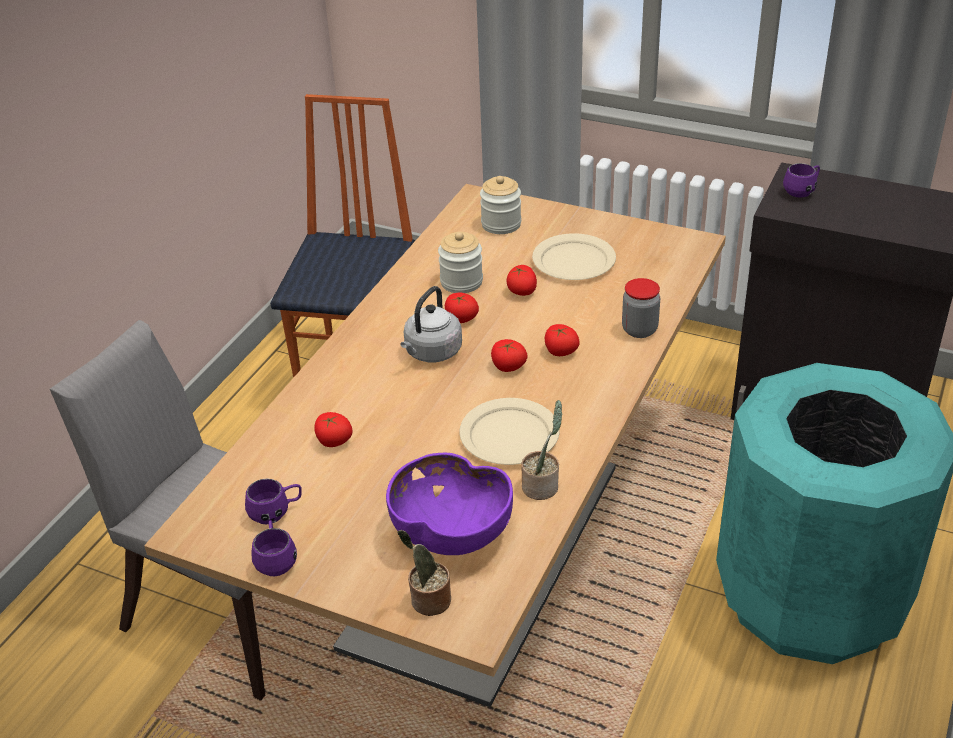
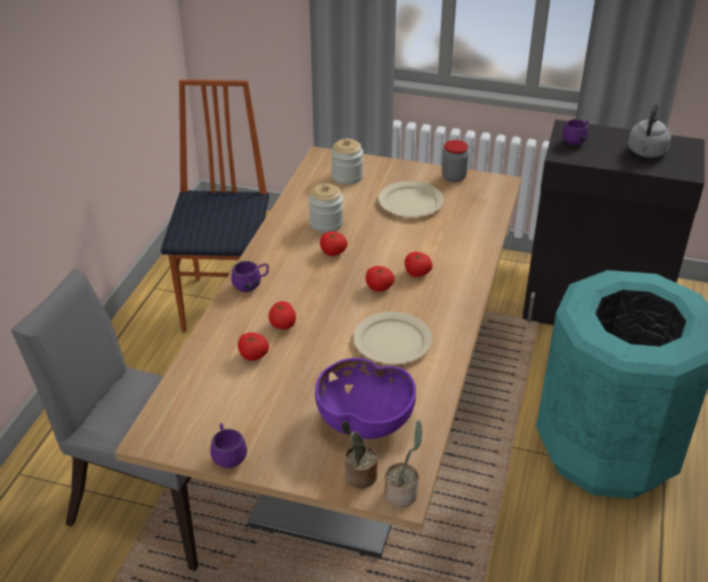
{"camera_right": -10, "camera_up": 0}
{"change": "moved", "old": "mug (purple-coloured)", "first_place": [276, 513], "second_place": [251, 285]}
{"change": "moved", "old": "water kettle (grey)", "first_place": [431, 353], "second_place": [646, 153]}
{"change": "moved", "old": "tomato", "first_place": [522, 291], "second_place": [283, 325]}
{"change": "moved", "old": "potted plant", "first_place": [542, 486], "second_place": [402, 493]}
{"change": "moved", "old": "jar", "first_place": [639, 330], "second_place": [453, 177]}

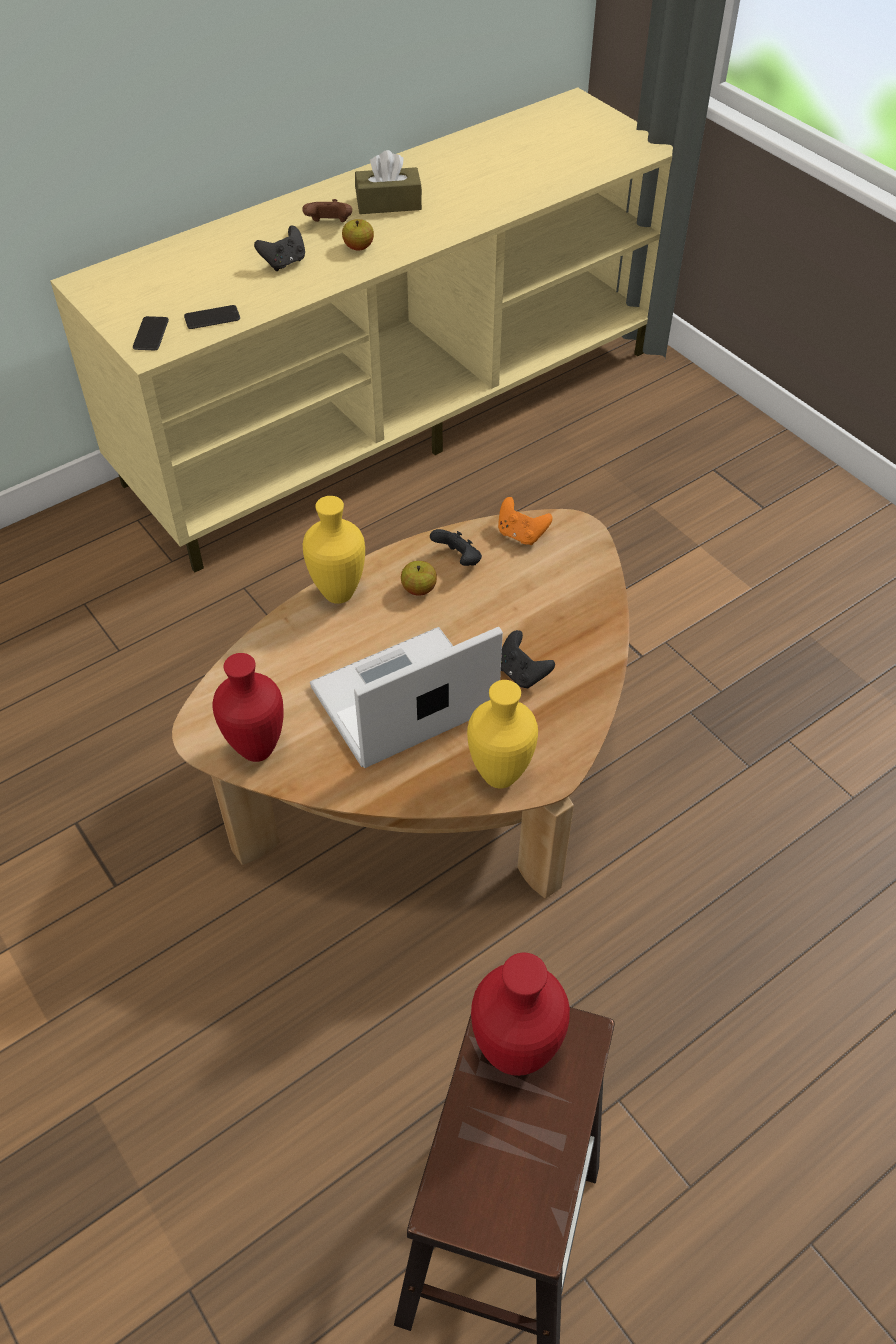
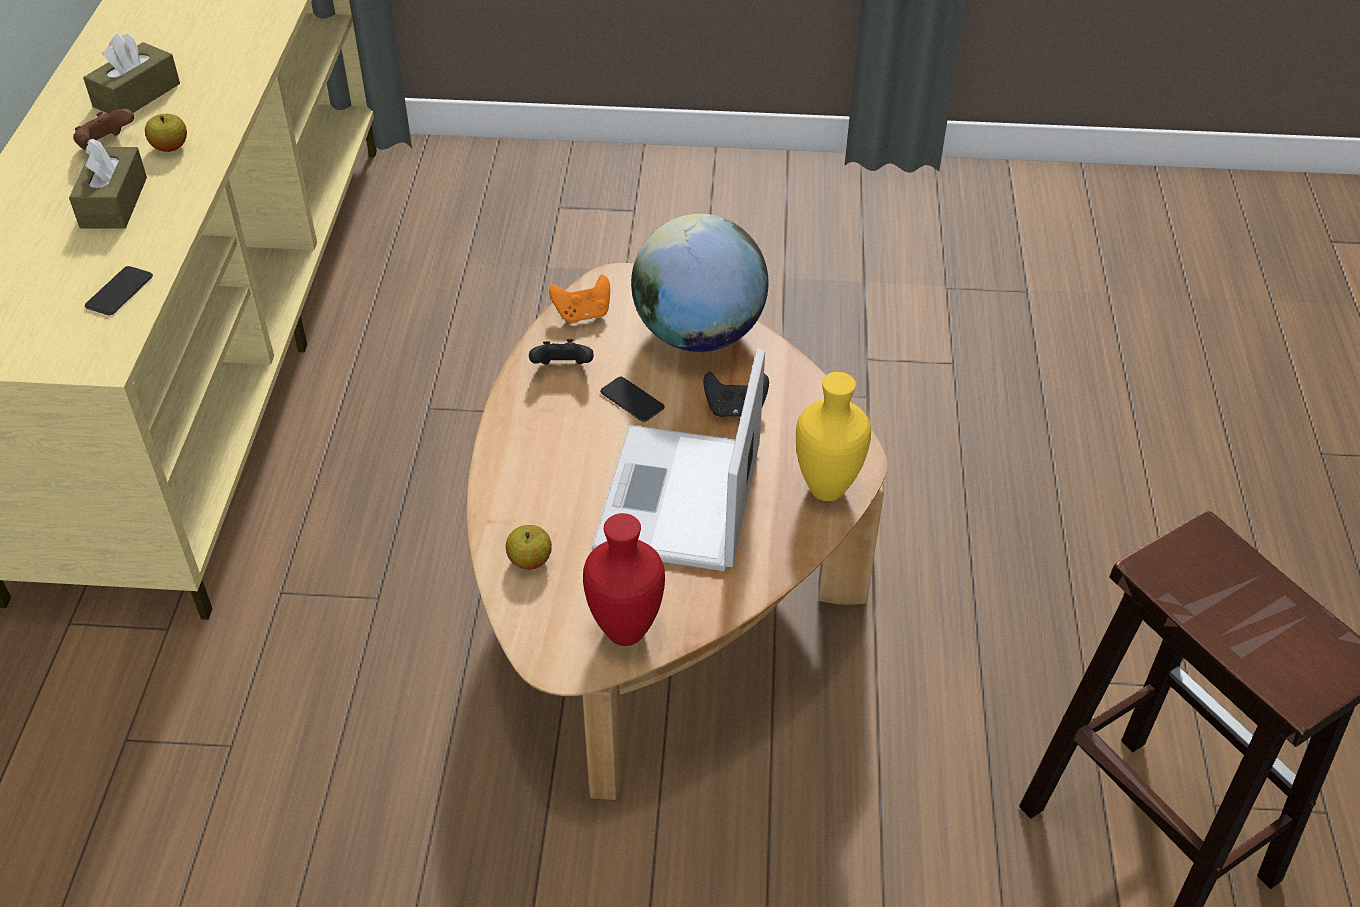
{"camera_right": -50, "camera_up": -5}
{"change": "removed", "old": "flower vase (yellow-coloured)", "first_place": [340, 593]}
{"change": "removed", "old": "flower vase (red)", "first_place": [516, 1057]}
{"change": "added", "new": "world globe", "second_place": [698, 334]}
{"change": "moved", "old": "telephone", "first_place": [151, 334], "second_place": [632, 400]}
{"change": "moved", "old": "whole apple", "first_place": [419, 589], "second_place": [530, 560]}
{"change": "replaced", "old": "game controller (black-coloured)", "new": "tissue holder (brown)", "first_place": [284, 263], "second_place": [114, 202]}

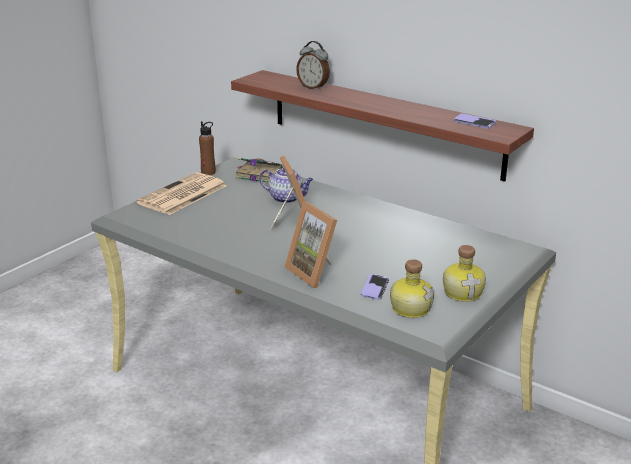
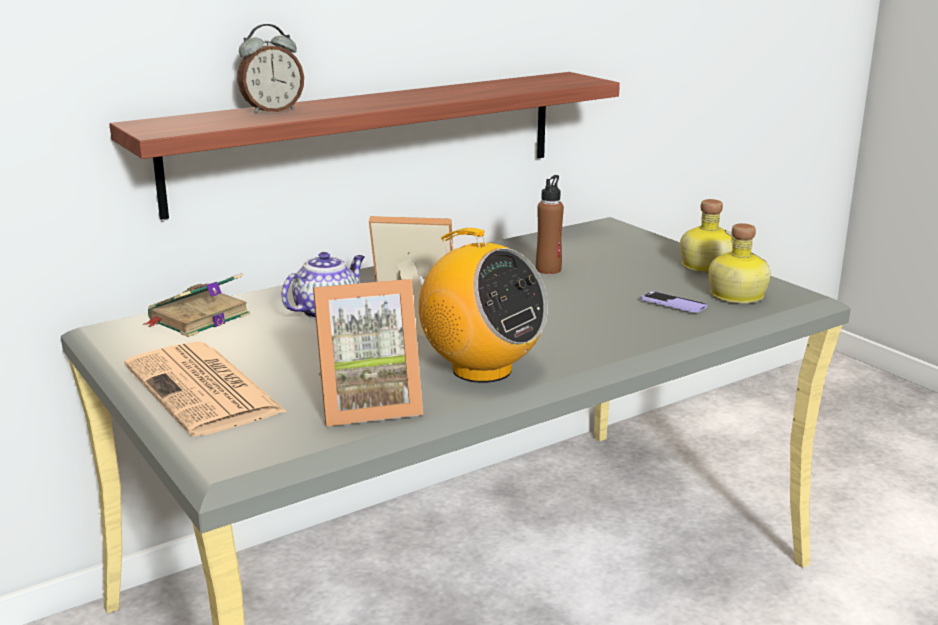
{"camera_right": -70, "camera_up": -5}
{"change": "removed", "old": "telephone", "first_place": [474, 122]}
{"change": "added", "new": "radio receiver", "second_place": [480, 369]}
{"change": "moved", "old": "bottle (brown)", "first_place": [208, 172], "second_place": [548, 269]}
{"change": "moved", "old": "standing frame", "first_place": [315, 272], "second_place": [368, 405]}

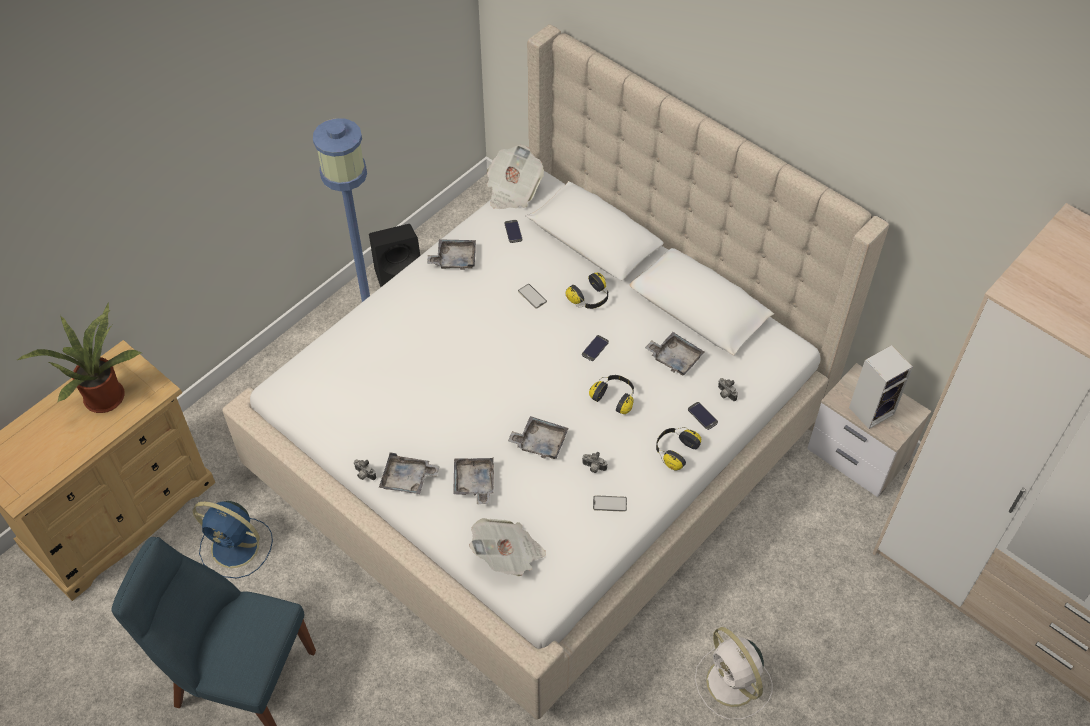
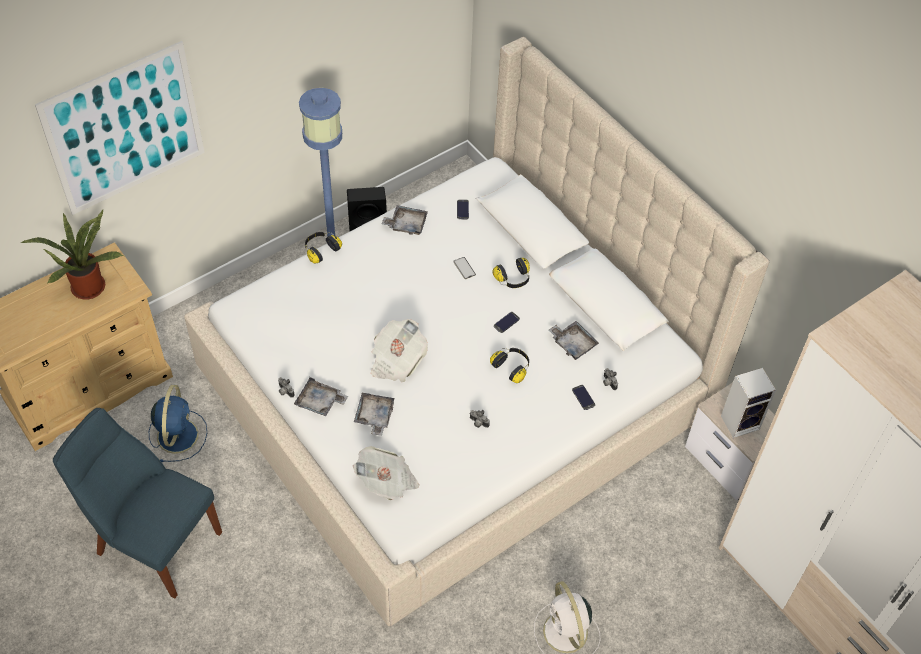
{"camera_right": 10, "camera_up": 0}
{"change": "removed", "old": "carrying tray (grey)", "first_place": [540, 442]}
{"change": "removed", "old": "telephone", "first_place": [610, 503]}
{"change": "added", "new": "wall art", "second_place": [125, 129]}
{"change": "moved", "old": "daily paper", "first_place": [512, 190], "second_place": [396, 360]}
{"change": "moved", "old": "pair of headphones", "first_place": [674, 451], "second_place": [320, 250]}
{"change": "turned", "old": "electric fan (bluish)", "first_place": [237, 547], "second_place": [178, 434], "degrees": -120}

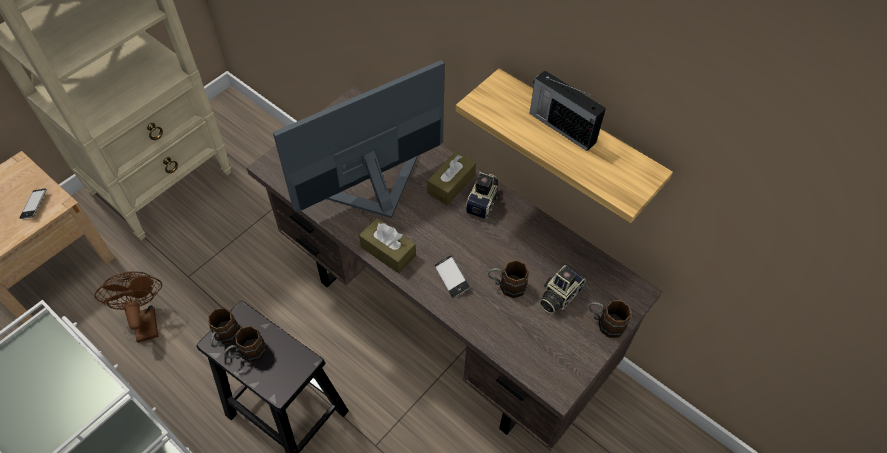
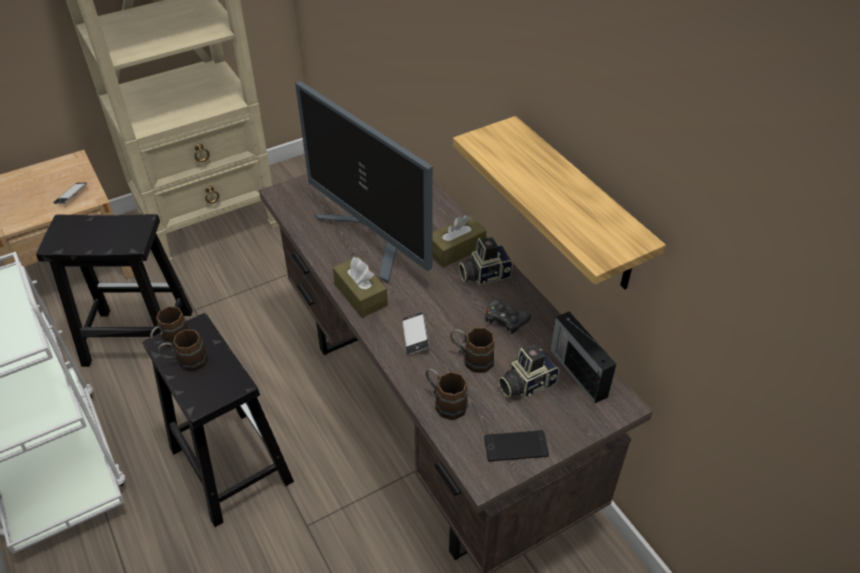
{"camera_right": 20, "camera_up": -10}
{"change": "added", "new": "telephone", "second_place": [516, 446]}
{"change": "added", "new": "game controller (black-coloured)", "second_place": [505, 320]}
{"change": "moved", "old": "radio receiver", "first_place": [561, 127], "second_place": [577, 372]}
{"change": "moved", "old": "mug (brown)", "first_place": [605, 323], "second_place": [445, 402]}
{"change": "replaced", "old": "electric fan (brown)", "new": "stool (black-coloured)", "first_place": [145, 320], "second_place": [137, 338]}
{"change": "turned", "old": "computer screen", "first_place": [375, 192], "second_place": [373, 239], "degrees": -120}
{"change": "turned", "old": "photo camera", "first_place": [484, 202], "second_place": [483, 274], "degrees": -150}

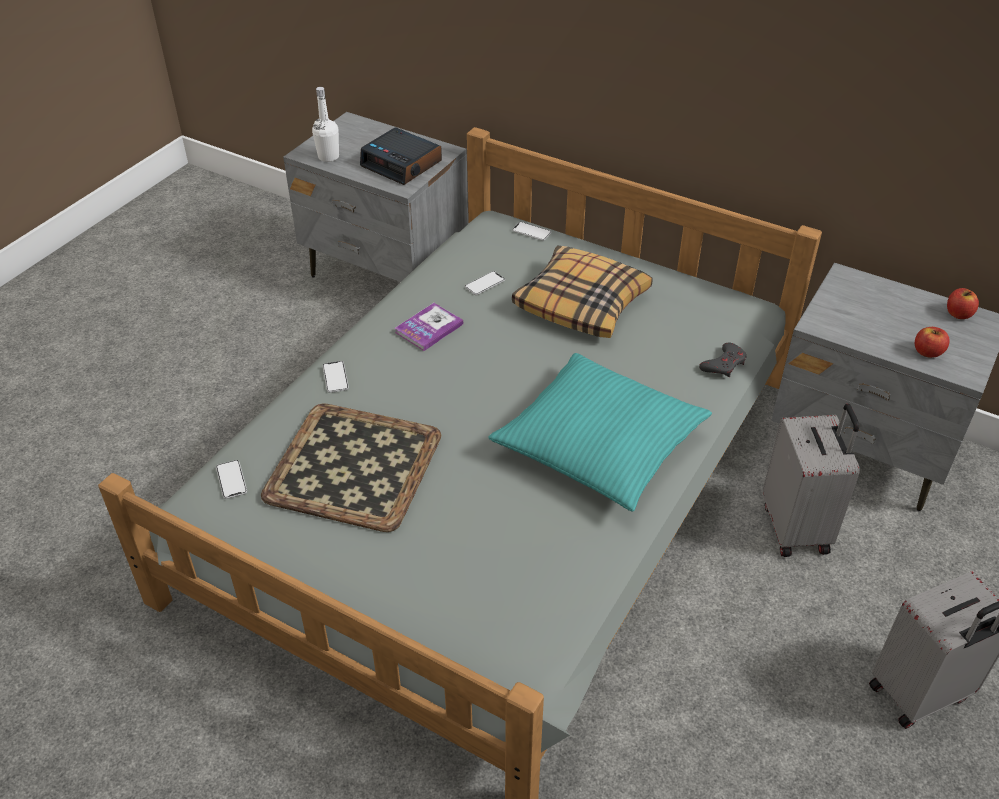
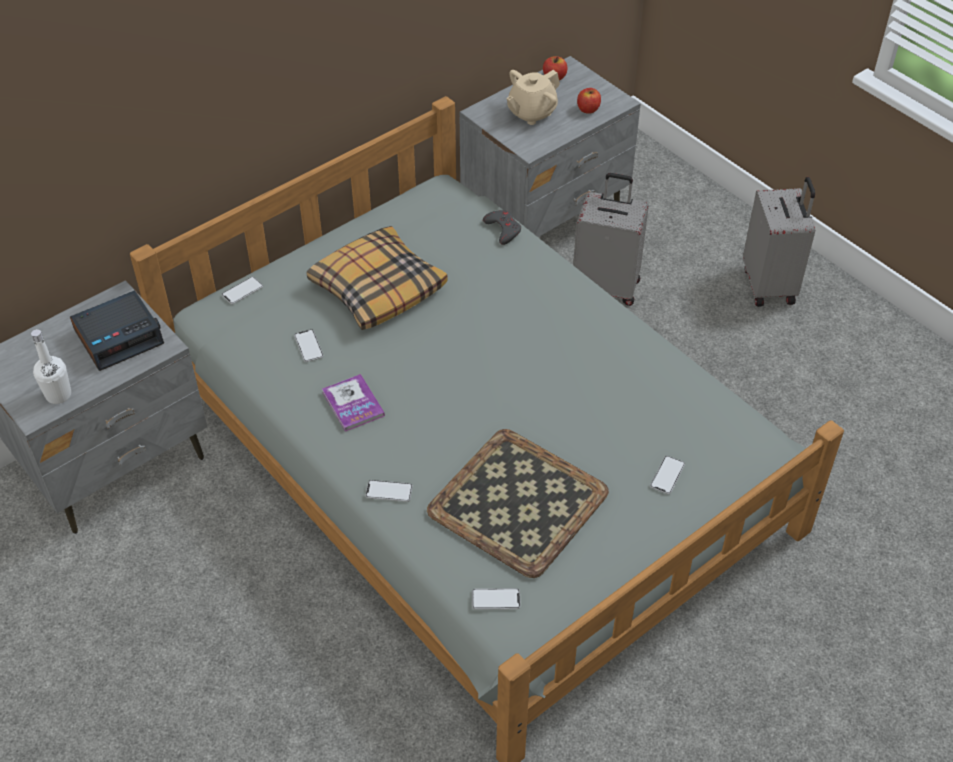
{"camera_right": -70, "camera_up": 5}
{"change": "removed", "old": "cushion (turquoise-coloured)", "first_place": [599, 444]}
{"change": "added", "new": "tea pot (sand-coloured)", "second_place": [531, 113]}
{"change": "added", "new": "telephone", "second_place": [667, 475]}

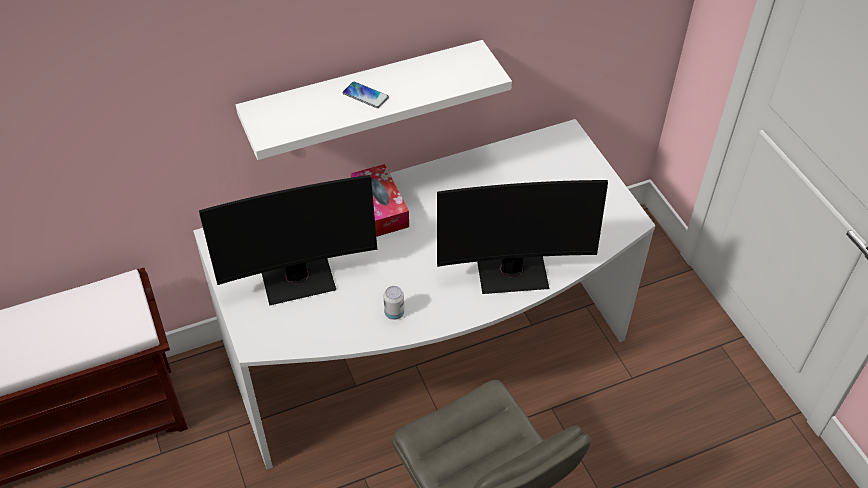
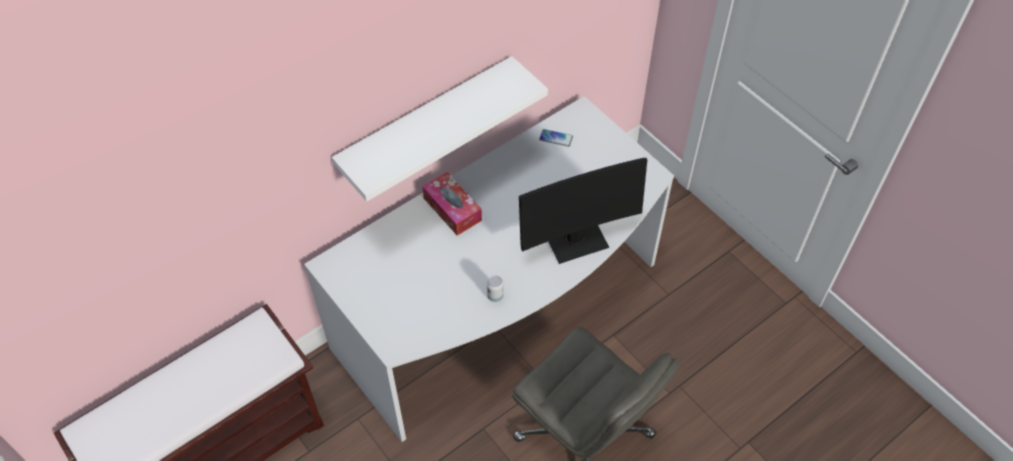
{"camera_right": -15, "camera_up": 5}
{"change": "removed", "old": "computer screen", "first_place": [298, 278]}
{"change": "moved", "old": "telephone", "first_place": [365, 95], "second_place": [556, 138]}

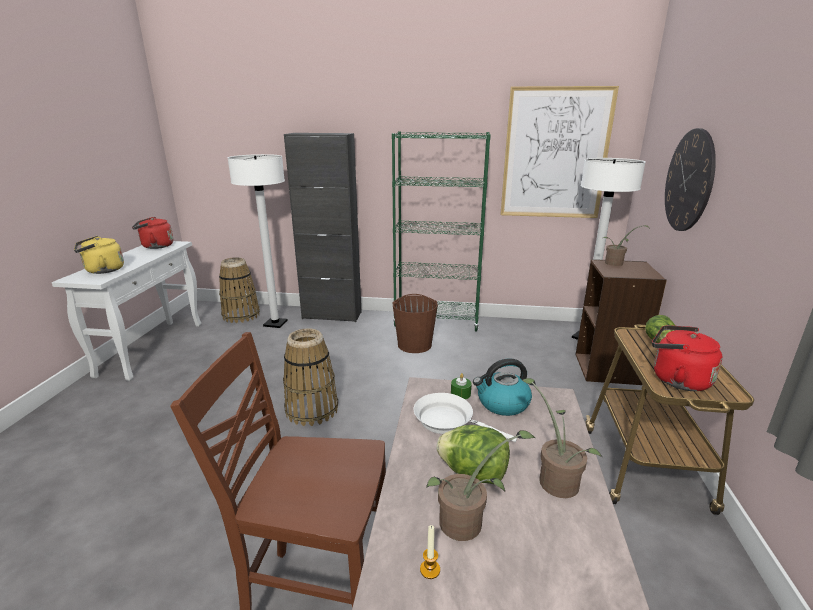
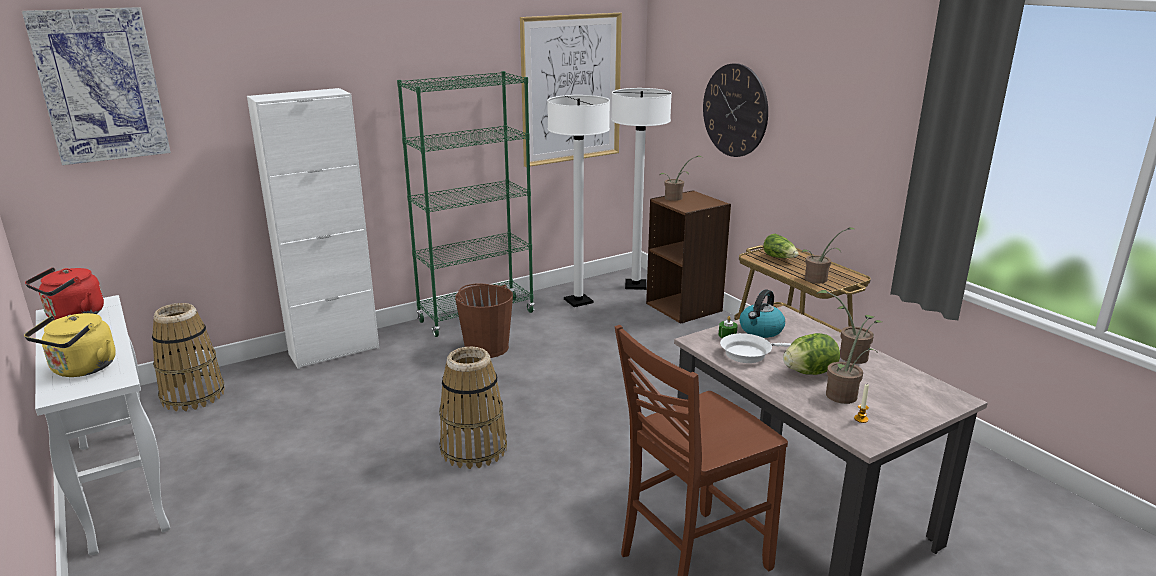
{"camera_right": -40, "camera_up": 0}
{"change": "added", "new": "wall art", "second_place": [100, 85]}
{"change": "moved", "old": "standard lamp (white-coloured)", "first_place": [275, 323], "second_place": [578, 301]}
{"change": "replaced", "old": "water kettle (red)", "new": "potted plant", "first_place": [676, 379], "second_place": [819, 279]}
{"change": "recoloured", "old": "cupboard (black-coloured)", "new": "cupboard (white-coloured)", "first_place": [332, 315], "second_place": [334, 351]}

